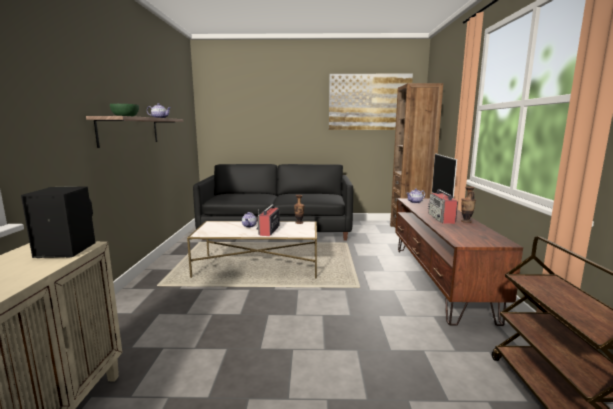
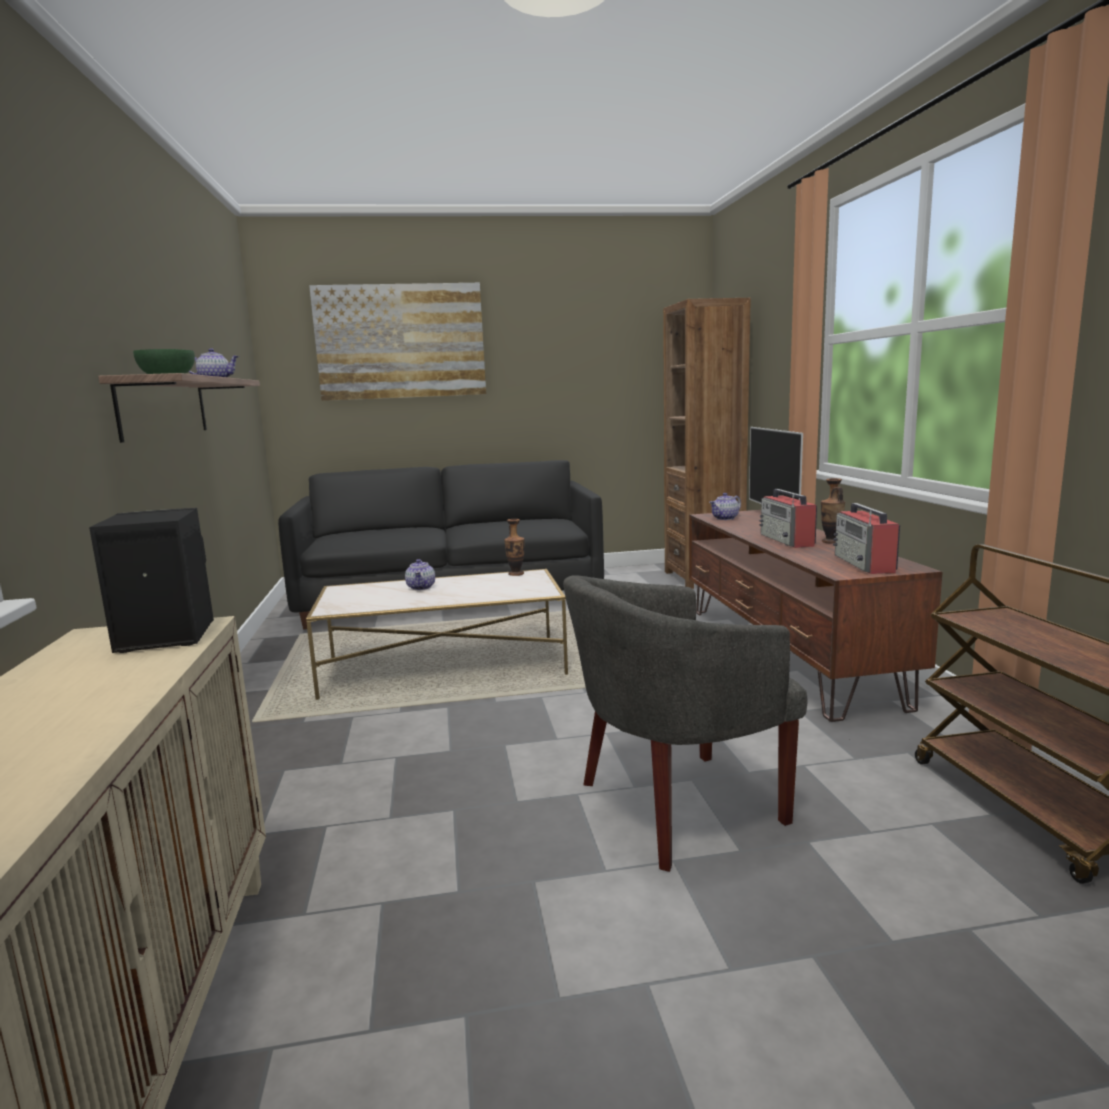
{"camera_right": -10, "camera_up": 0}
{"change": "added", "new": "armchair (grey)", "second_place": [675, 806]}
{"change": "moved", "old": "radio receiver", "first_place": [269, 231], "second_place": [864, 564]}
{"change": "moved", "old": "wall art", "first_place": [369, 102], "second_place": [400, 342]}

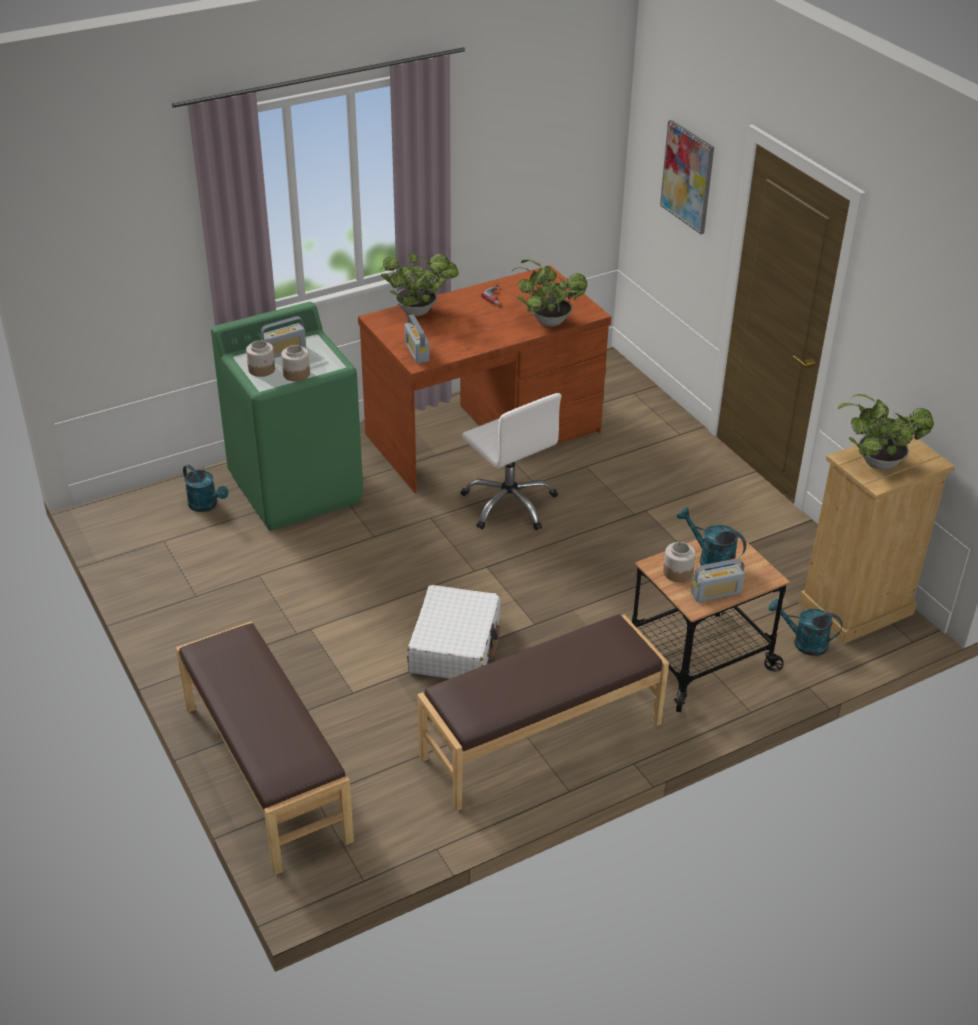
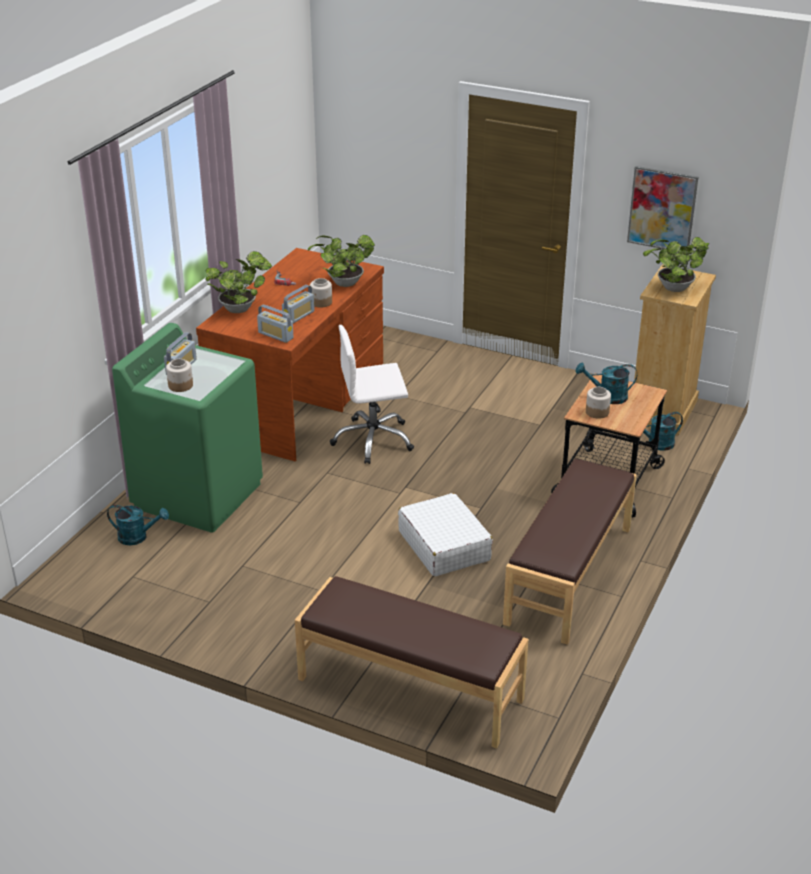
{"camera_right": -35, "camera_up": -5}
{"change": "moved", "old": "jar", "first_place": [296, 374], "second_place": [321, 302]}
{"change": "moved", "old": "wall art", "first_place": [687, 176], "second_place": [662, 209]}
{"change": "moved", "old": "radio receiver", "first_place": [716, 593], "second_place": [298, 316]}
{"change": "turned", "old": "computer chair (white-coloured)", "first_place": [509, 504], "second_place": [373, 440], "degrees": 150}

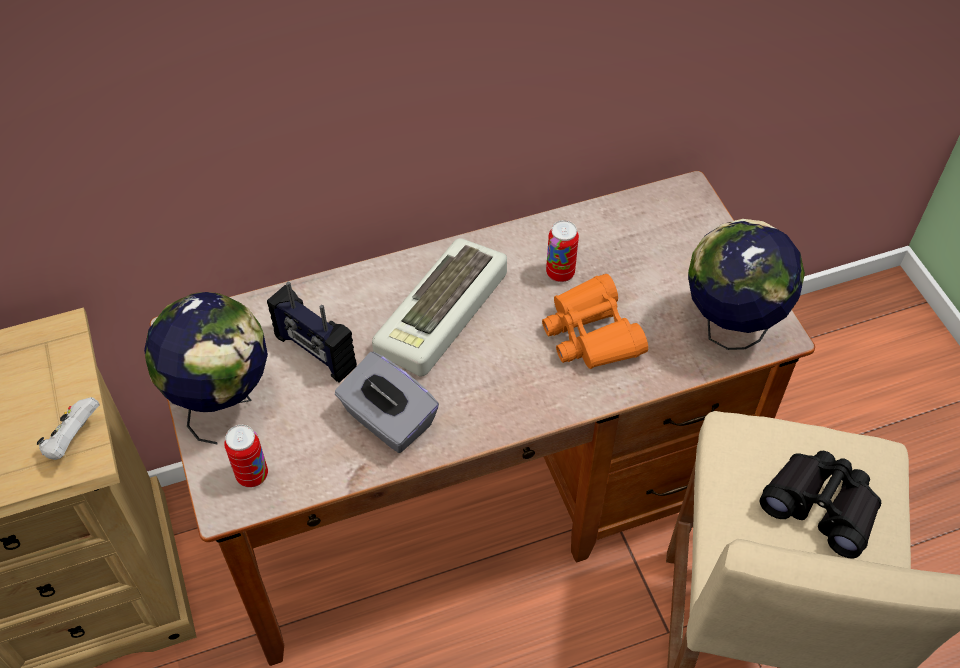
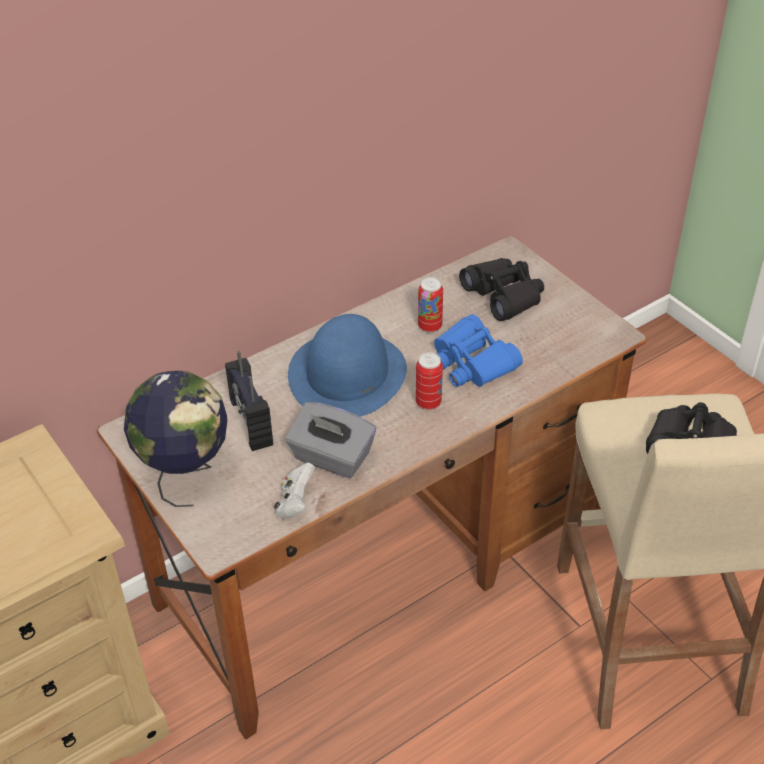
{"camera_right": -15, "camera_up": -10}
{"change": "removed", "old": "world globe", "first_place": [729, 328]}
{"change": "added", "new": "binoculars (black-coloured)", "second_place": [504, 295]}
{"change": "moved", "old": "game controller (white-coloured)", "first_place": [73, 440], "second_place": [295, 503]}
{"change": "moved", "old": "metal can", "first_place": [252, 475], "second_place": [428, 403]}
{"change": "replaced", "old": "PC keyboard", "new": "wearable hat (bluish)", "first_place": [444, 315], "second_place": [347, 374]}
{"change": "recoloured", "old": "binoculars (orange)", "new": "binoculars (bluish)", "first_place": [591, 333], "second_place": [471, 363]}
{"change": "turned", "old": "radio receiver", "first_place": [314, 352], "second_place": [250, 422], "degrees": 45}

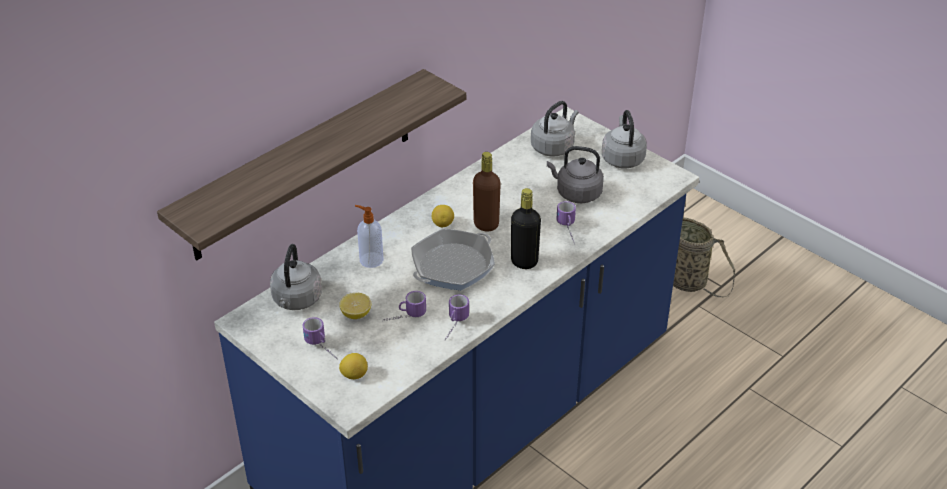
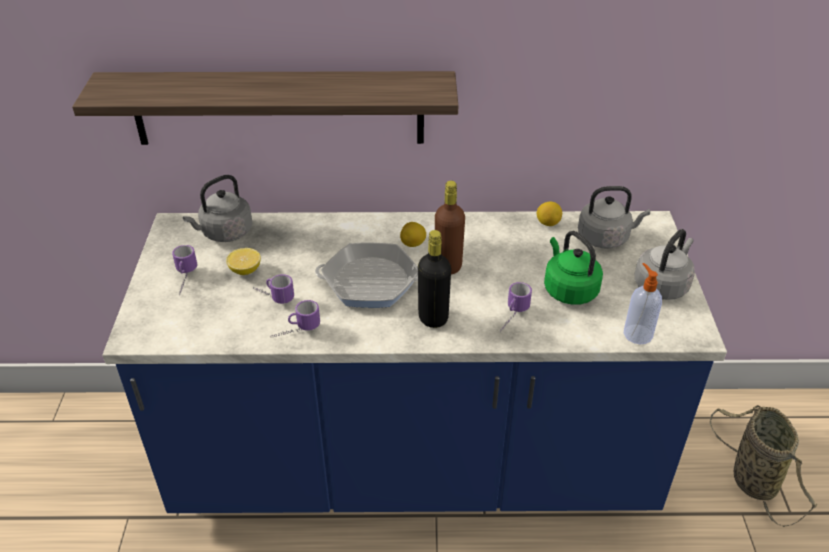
{"camera_right": 45, "camera_up": 0}
{"change": "moved", "old": "citrus fruit", "first_place": [354, 375], "second_place": [548, 223]}
{"change": "moved", "old": "liquid soap bottle", "first_place": [370, 260], "second_place": [637, 333]}
{"change": "recoloured", "old": "water kettle (grey)", "new": "water kettle (green)", "first_place": [576, 193], "second_place": [568, 289]}

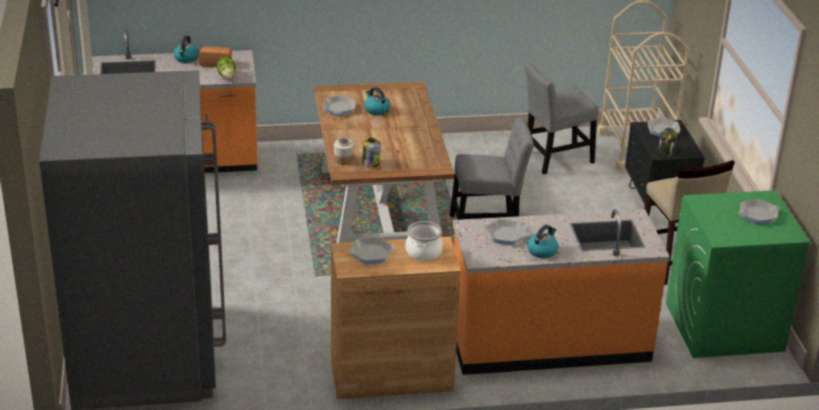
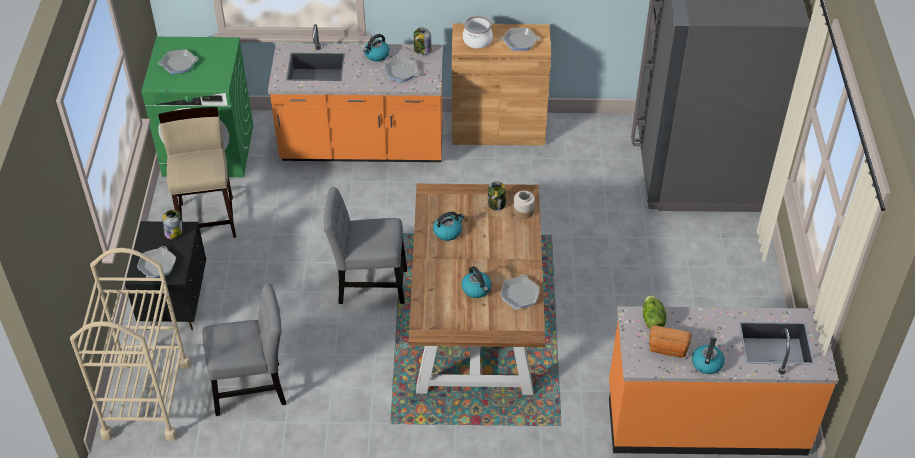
{"camera_right": -170, "camera_up": 15}
{"change": "added", "new": "jar", "second_place": [422, 50]}
{"change": "added", "new": "water kettle", "second_place": [448, 232]}

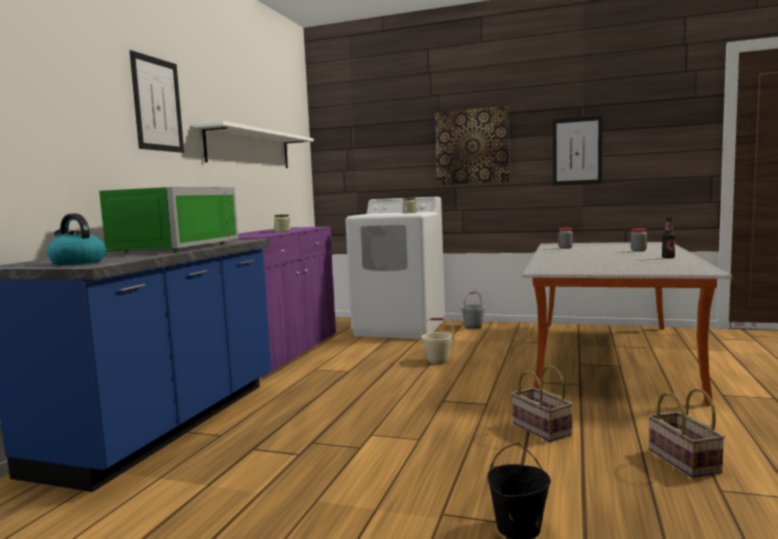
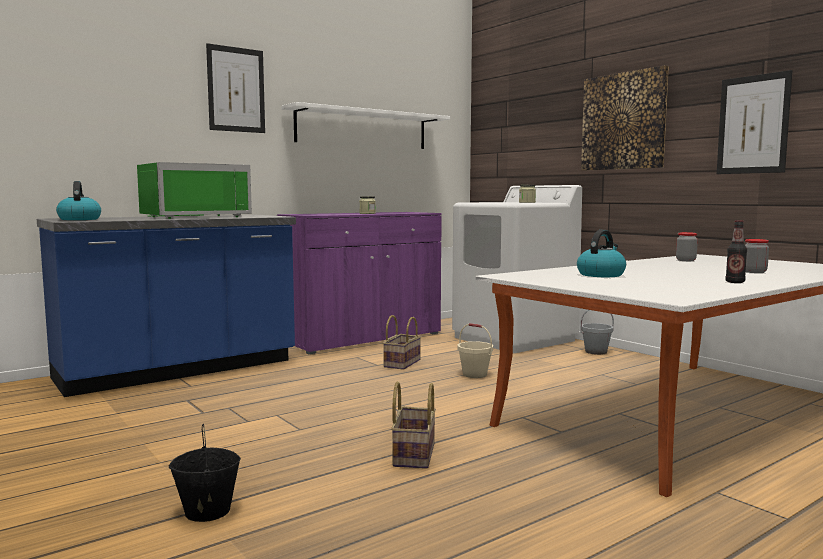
{"camera_right": 35, "camera_up": 0}
{"change": "added", "new": "water kettle", "second_place": [601, 275]}
{"change": "moved", "old": "storage basket", "first_place": [681, 460], "second_place": [402, 363]}

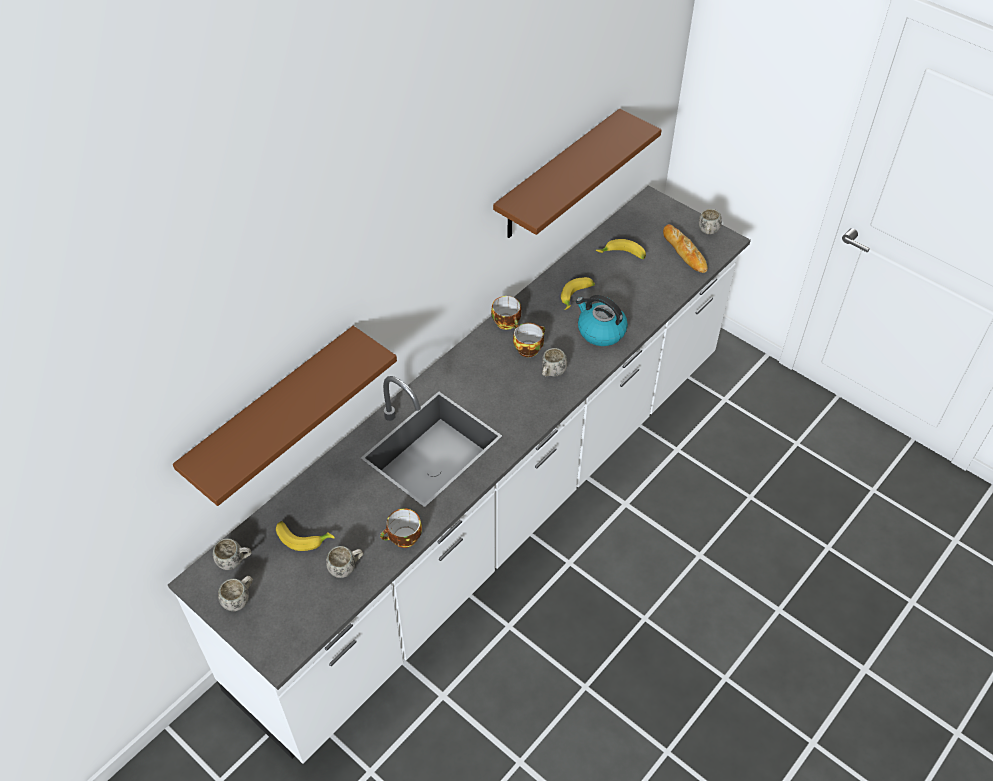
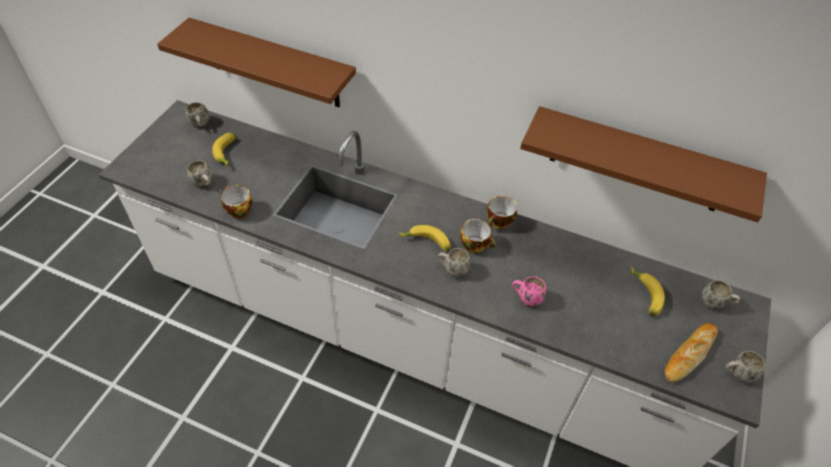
{"camera_right": 70, "camera_up": 0}
{"change": "moved", "old": "mug (white-coloured)", "first_place": [239, 599], "second_place": [715, 303]}
{"change": "moved", "old": "whole banana", "first_place": [577, 297], "second_place": [426, 243]}
{"change": "replaced", "old": "water kettle", "new": "mug (pinkish)", "first_place": [600, 331], "second_place": [526, 298]}

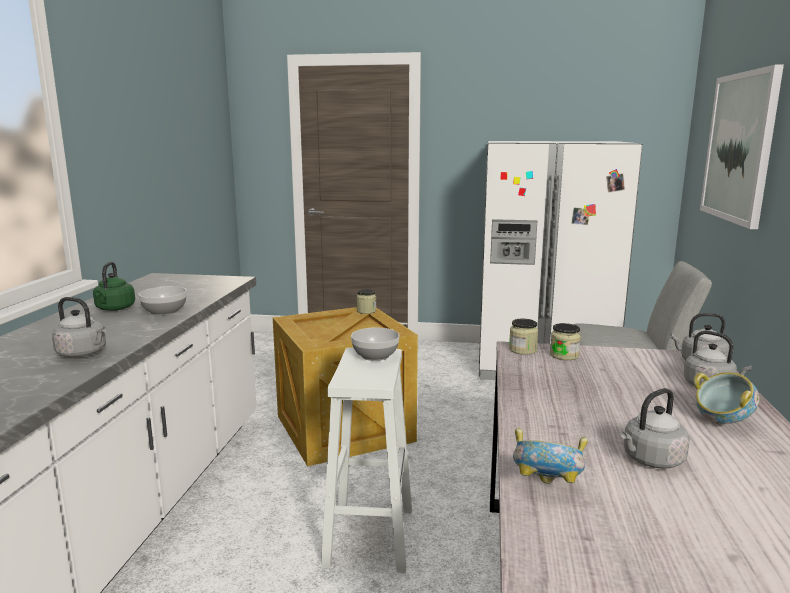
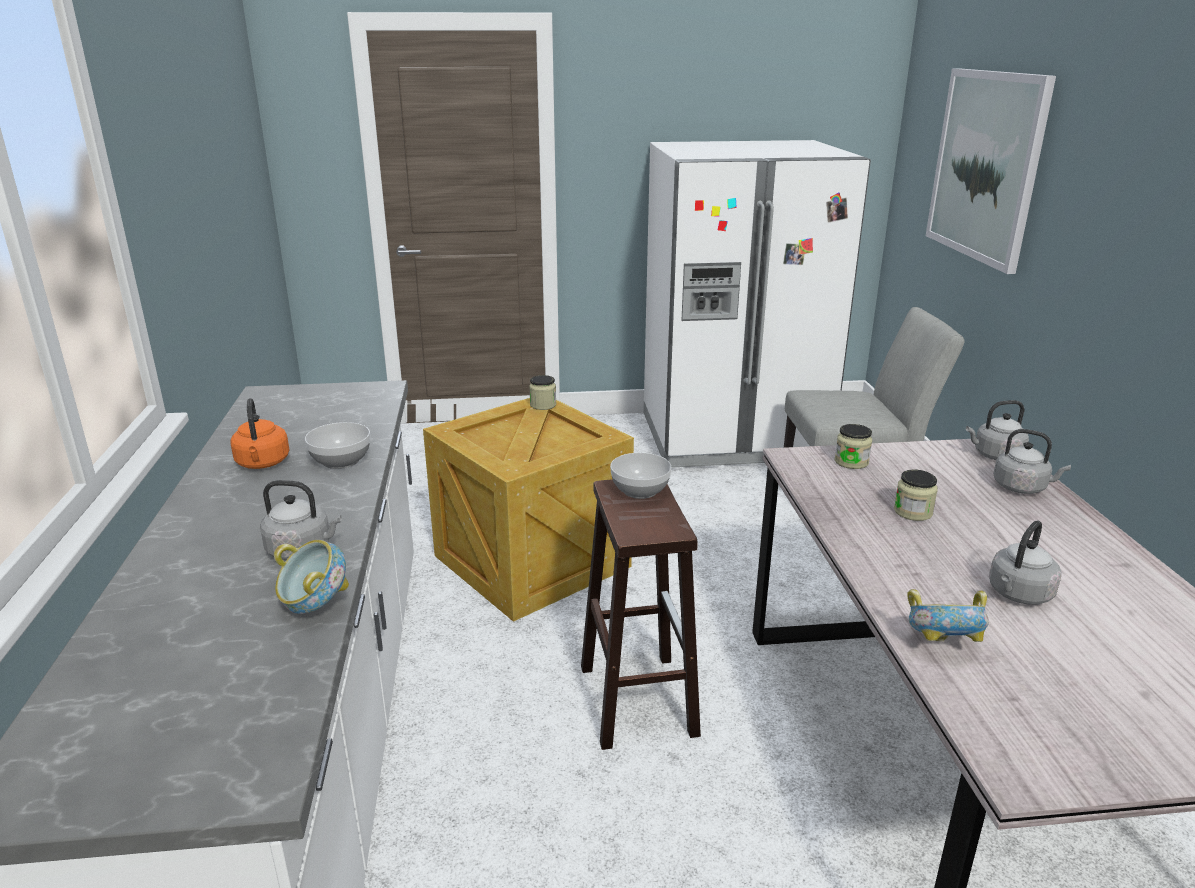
{"camera_right": -15, "camera_up": 10}
{"change": "moved", "old": "jar", "first_place": [522, 350], "second_place": [913, 512]}
{"change": "moved", "old": "serving bowl", "first_place": [721, 422], "second_place": [315, 606]}
{"change": "recoloured", "old": "water kettle (green)", "new": "water kettle (orange)", "first_place": [114, 309], "second_place": [262, 463]}
{"change": "recoloured", "old": "stool (white-coloured)", "new": "stool (brown)", "first_place": [369, 535], "second_place": [636, 698]}

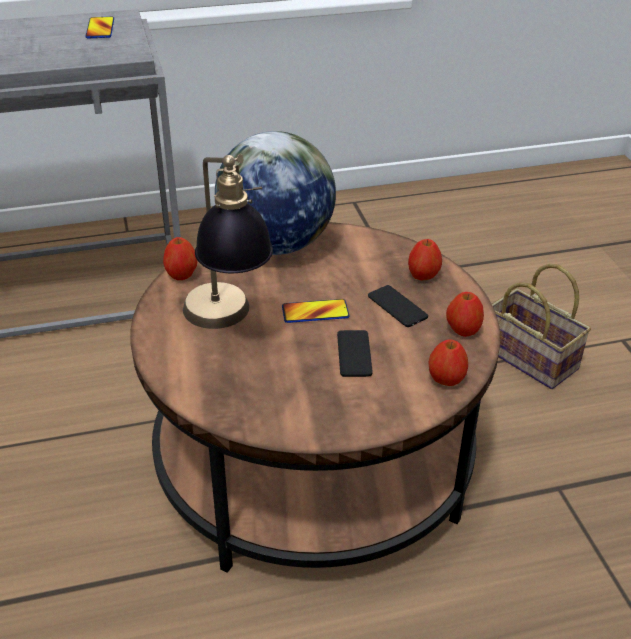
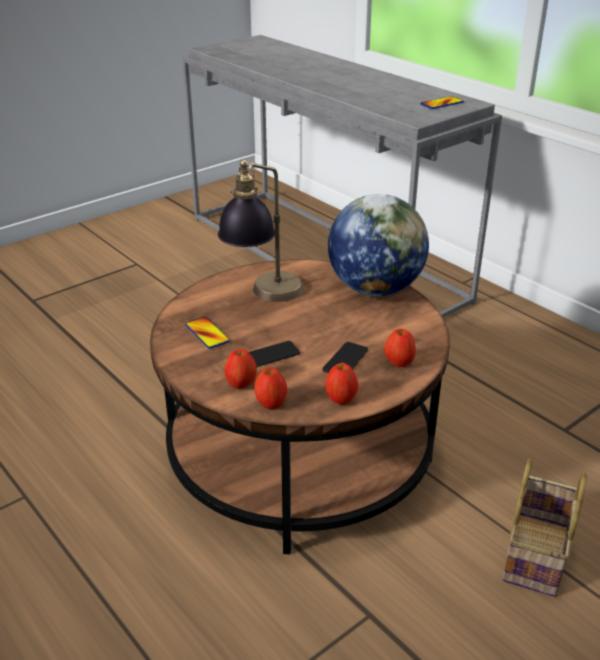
{"camera_right": 65, "camera_up": -5}
{"change": "moved", "old": "whole apple", "first_place": [181, 275], "second_place": [241, 384]}
{"change": "moved", "old": "telephone", "first_place": [315, 312], "second_place": [207, 333]}

